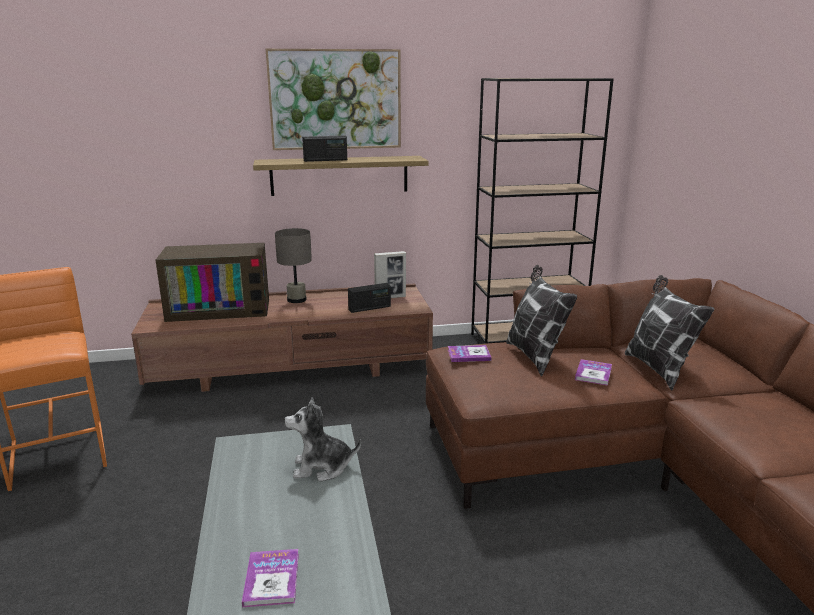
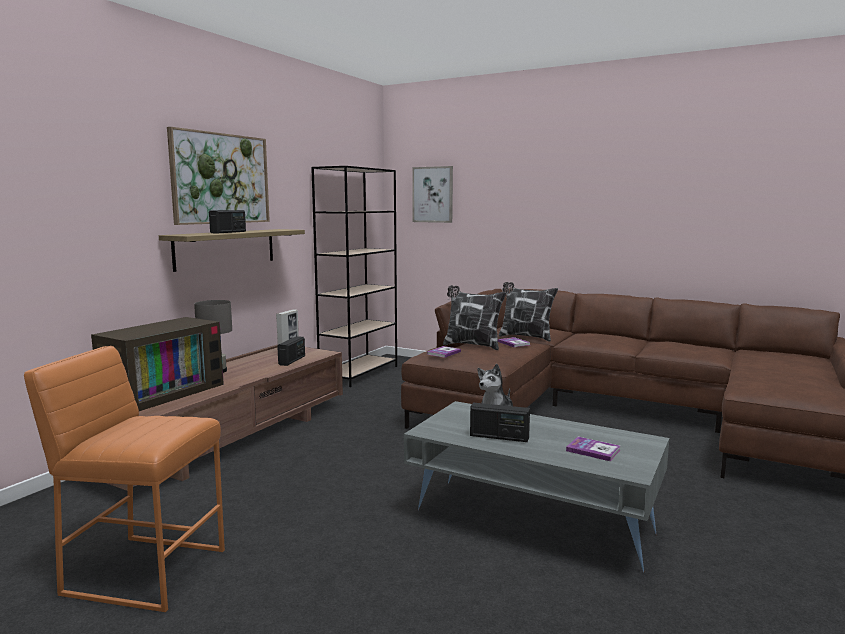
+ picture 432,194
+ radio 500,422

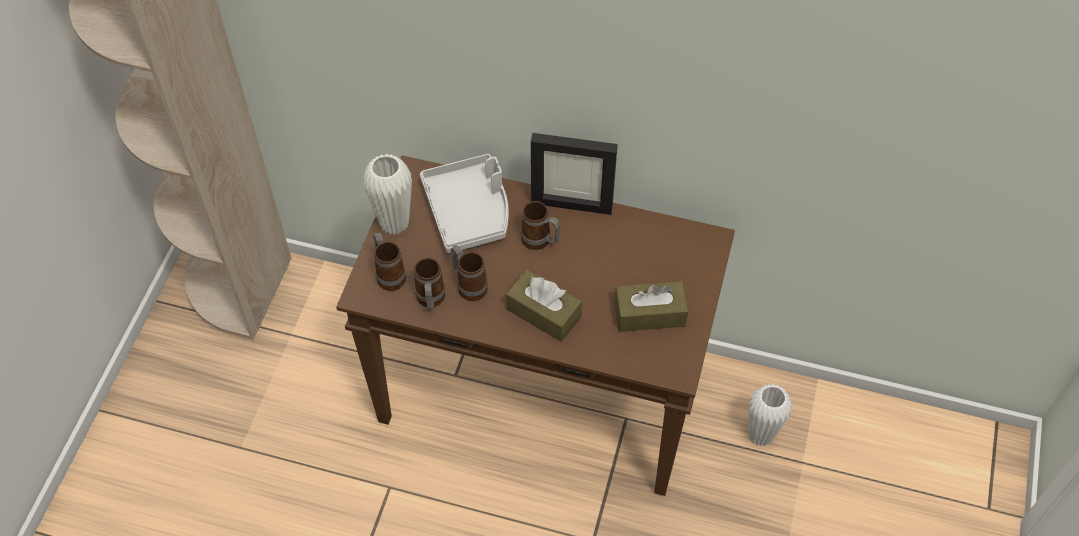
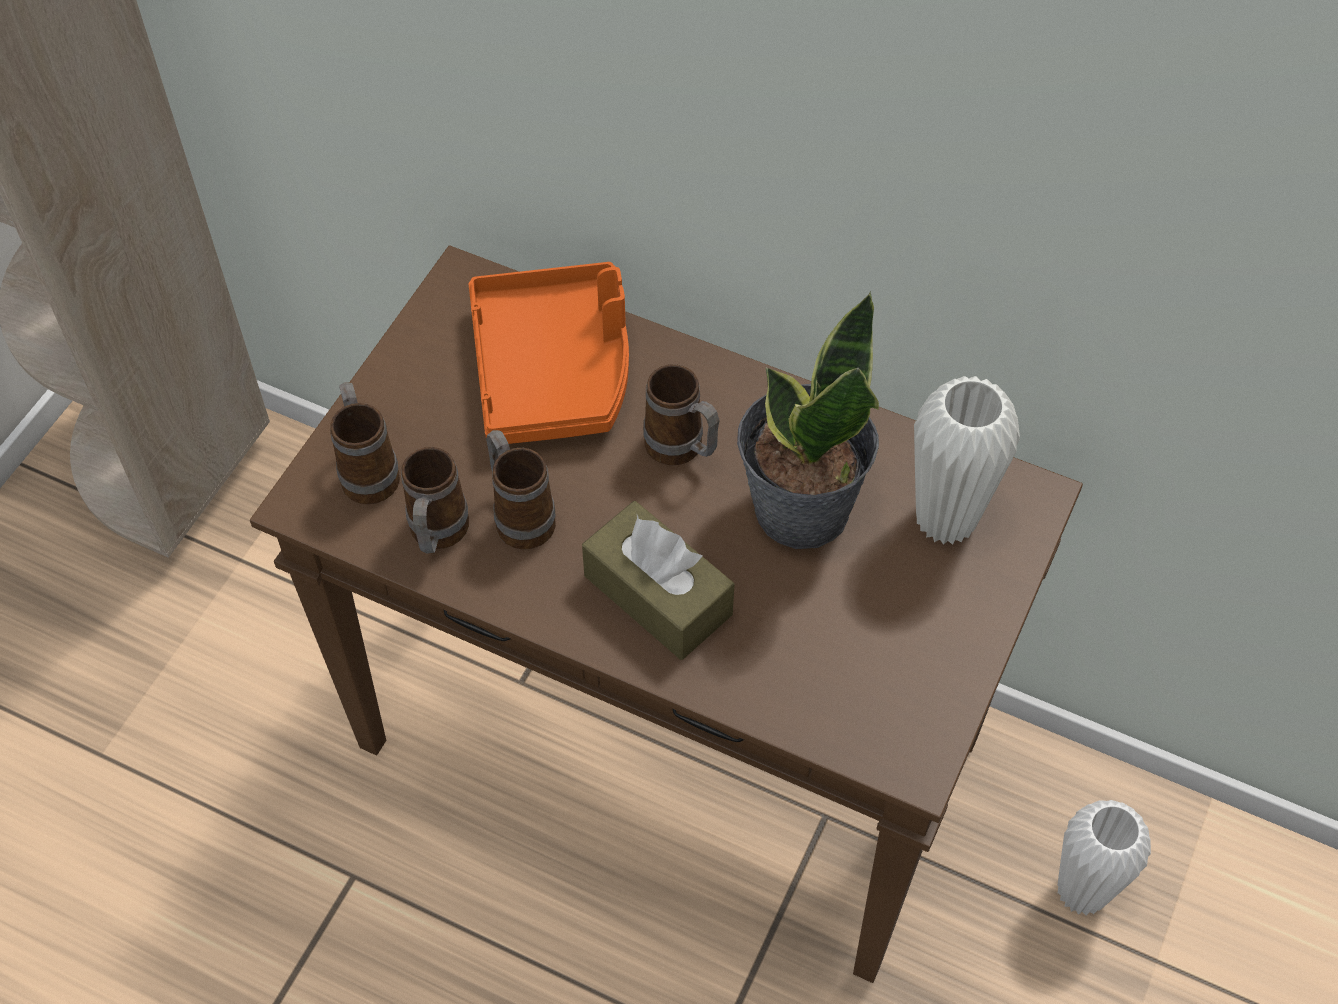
~ grey tray 464,203 to orange tray 549,353
+ potted plant 808,420
~ white vase 387,194 to 967,460
- picture frame 574,174
- brown tissue box 651,306

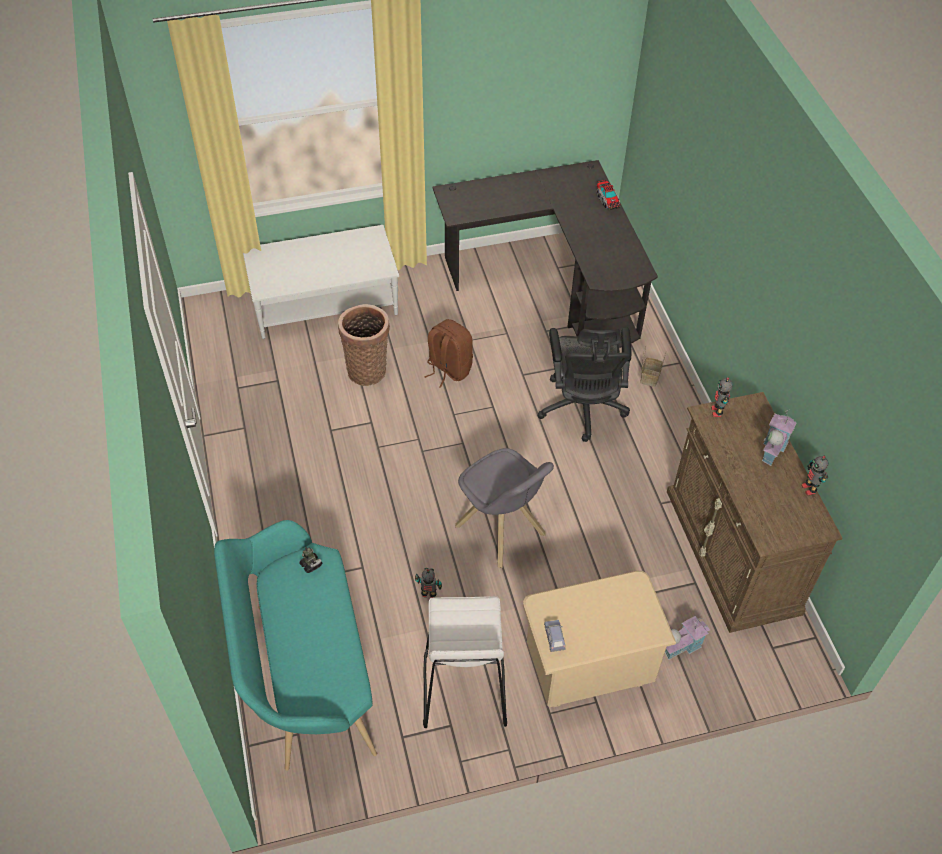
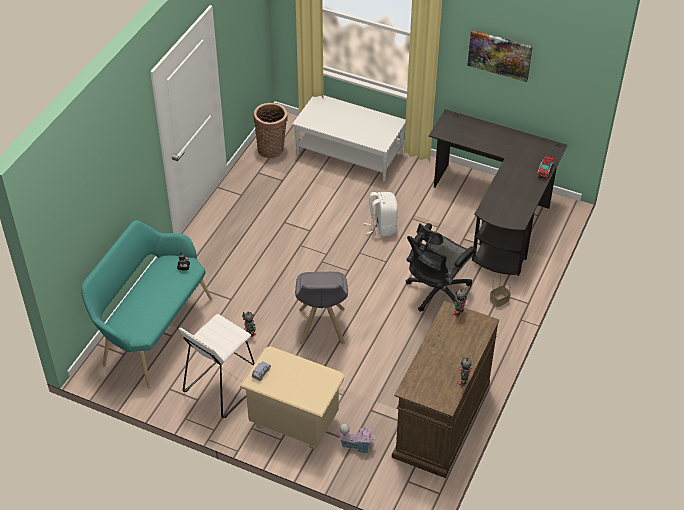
~ basket 364,345 to 270,130
~ brown backpack 448,353 to white backpack 381,214
+ picture 500,56
- toy house 779,438

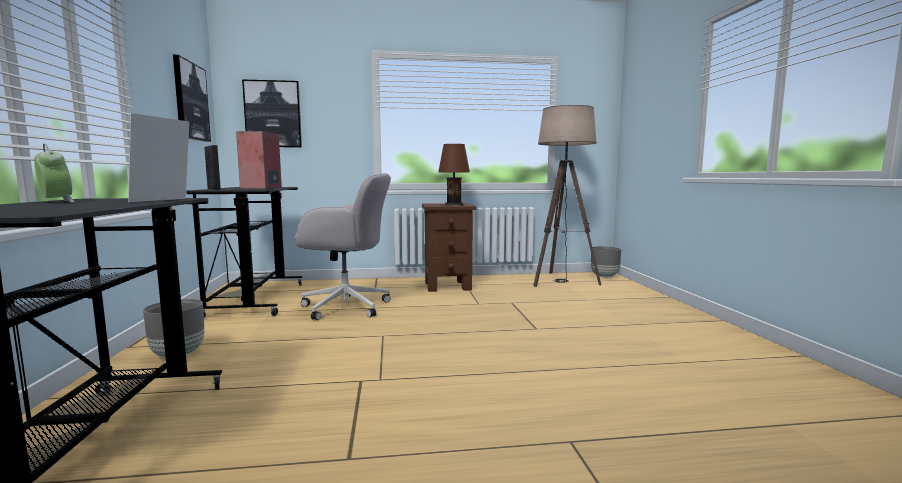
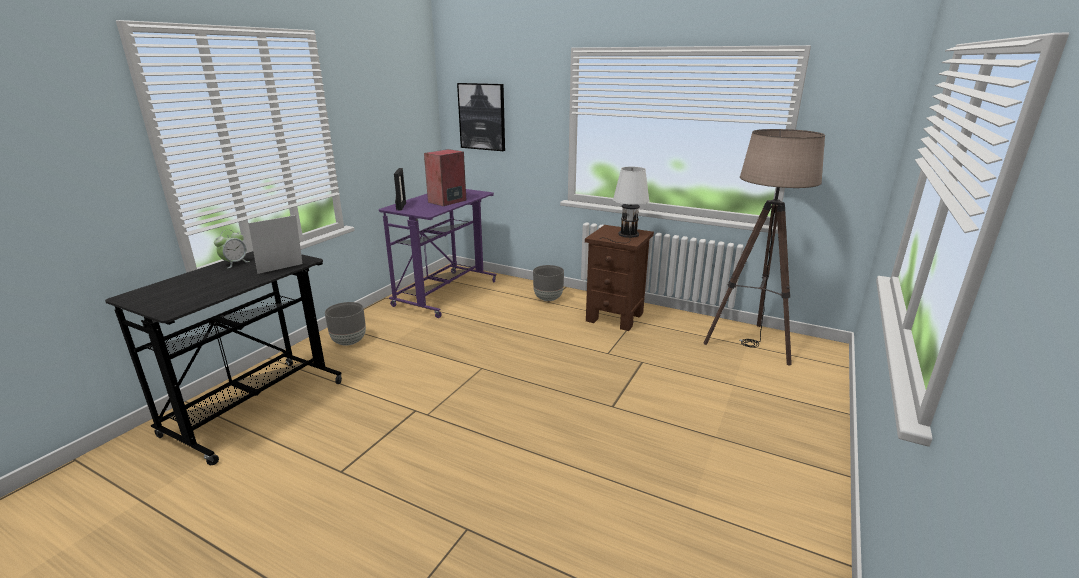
~ alarm clock 54,173 = 232,249 45 degrees clockwise
~ black desk 244,252 to purple desk 438,253
~ grey planter 606,261 to 548,283
~ brown table lamp 454,175 to white table lamp 625,205
- picture 192,98
- grey office chair 342,246

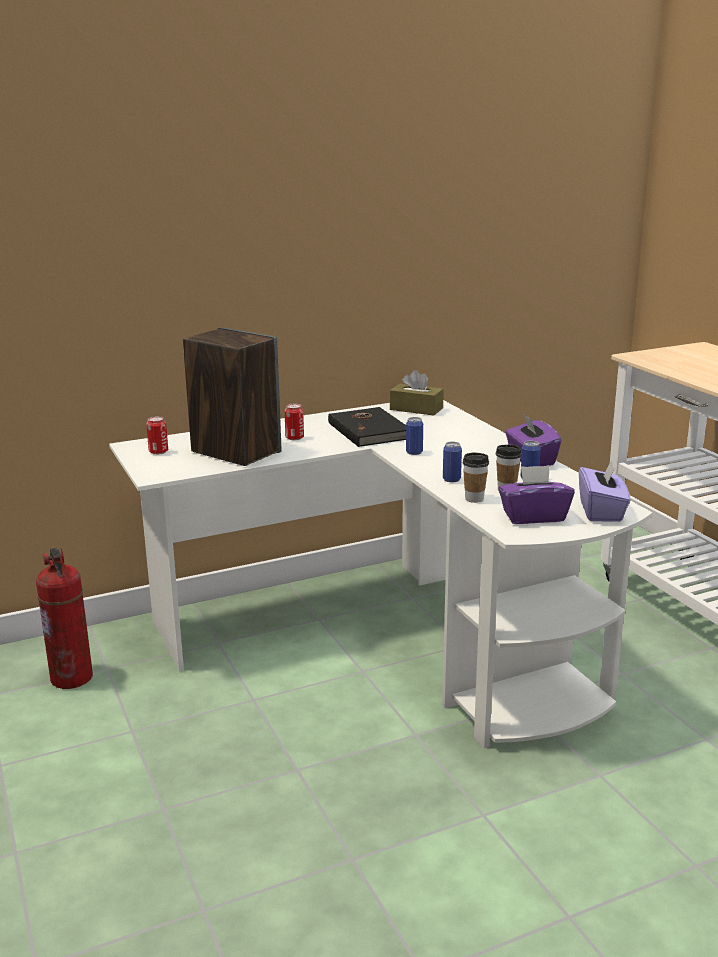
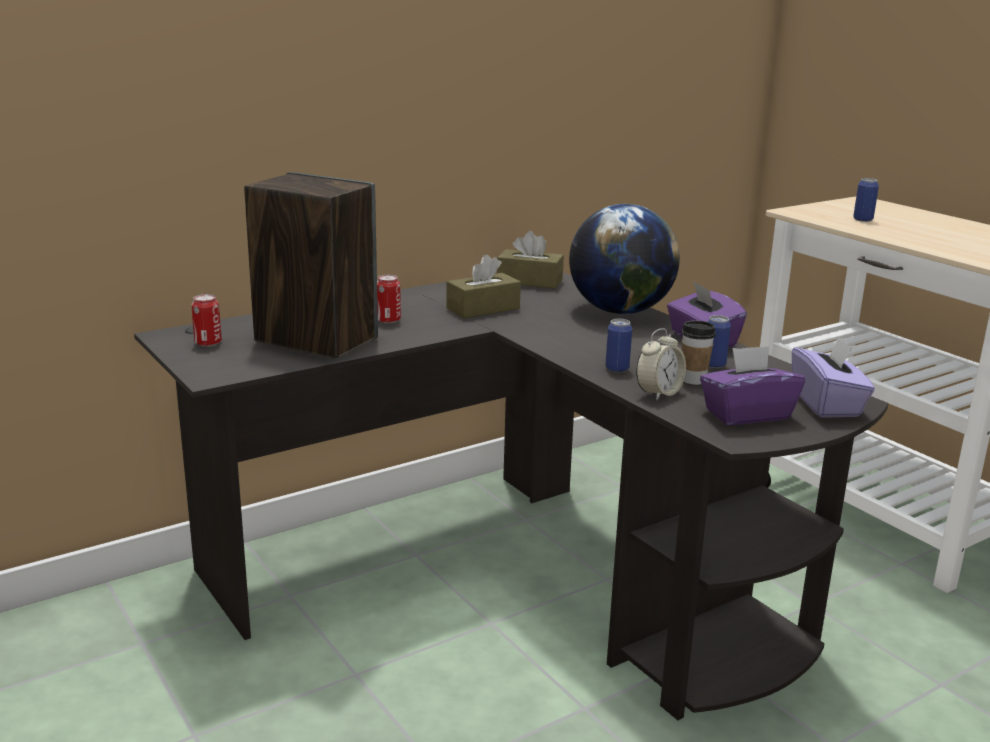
~ white desk 381,574 to black desk 511,496
~ black book 367,427 to brown tissue box 483,286
+ globe 624,259
~ cup 475,478 to alarm clock 661,364
~ can 414,436 to 866,200
- fire extinguisher 64,618

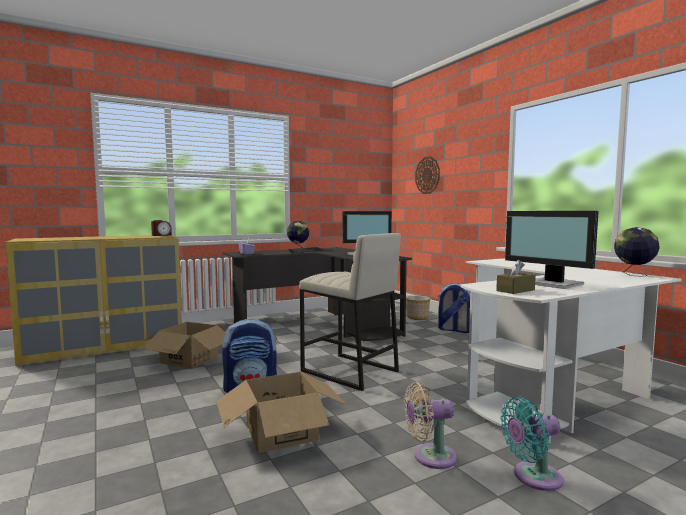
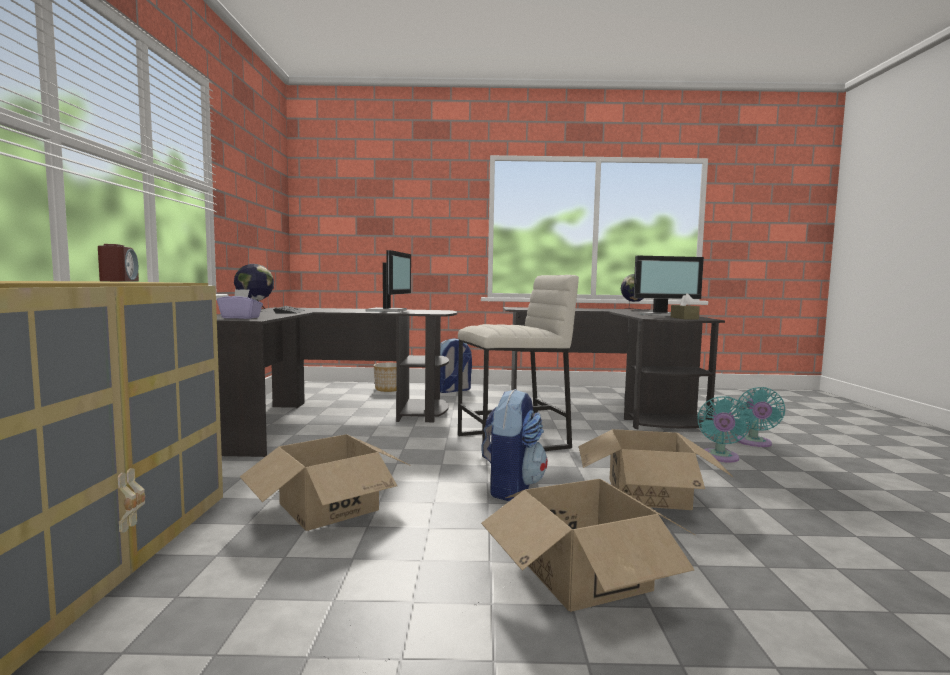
+ cardboard box 588,545
~ white desk 570,350 to black desk 614,368
~ beige fan 430,425 to turquoise fan 724,429
- wall clock 427,175

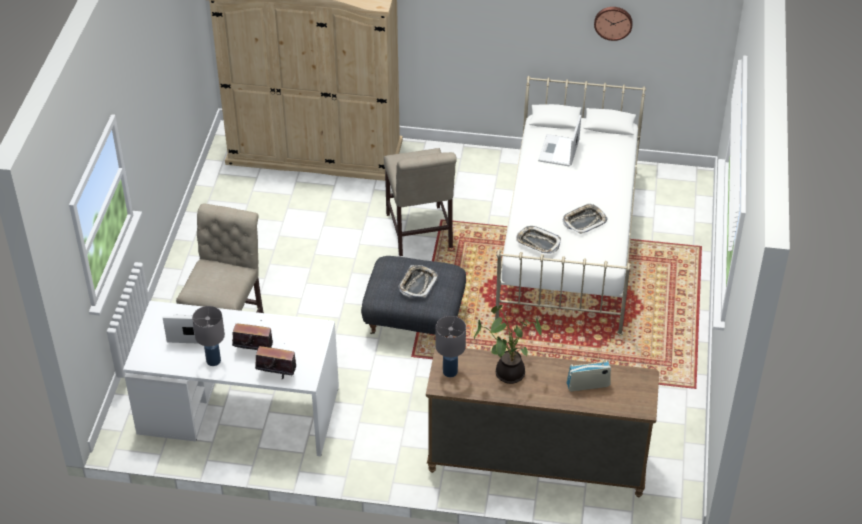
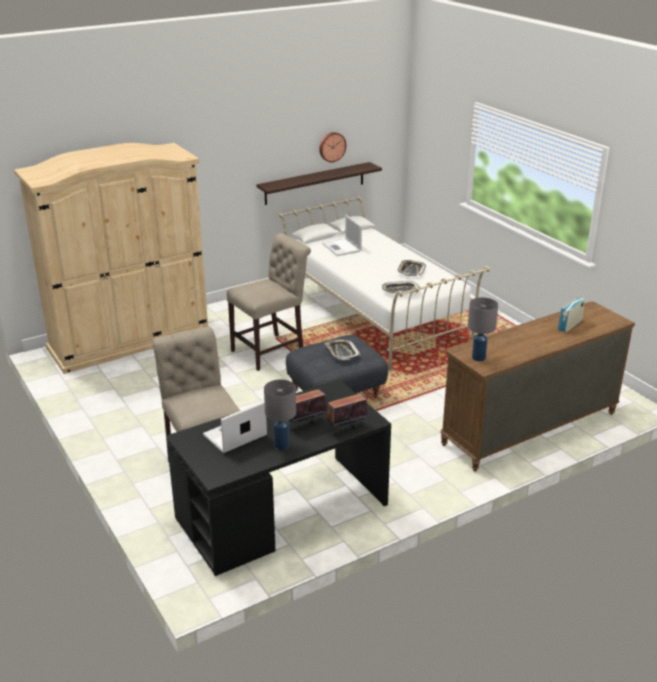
~ white desk 231,378 to black desk 278,477
~ beige chair 420,202 = 269,302 75 degrees counterclockwise
+ shelf 319,183
- potted plant 508,344

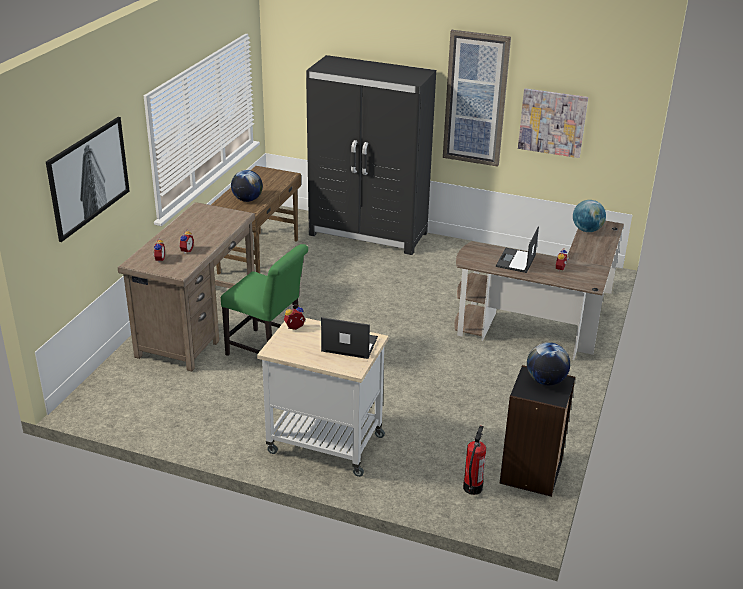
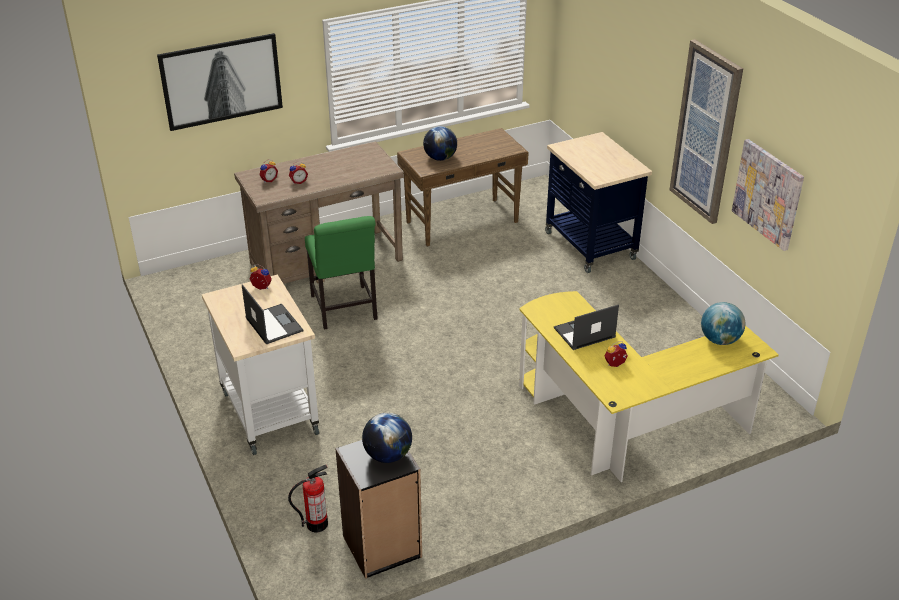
~ brown desk 539,290 to yellow desk 649,386
~ black cabinet 371,155 to blue cart 598,202

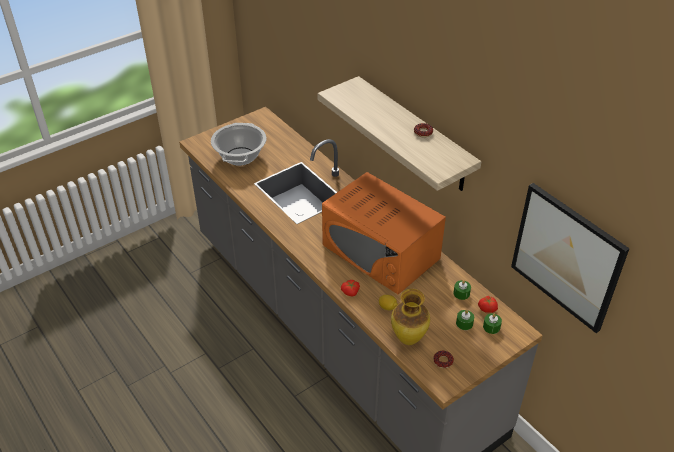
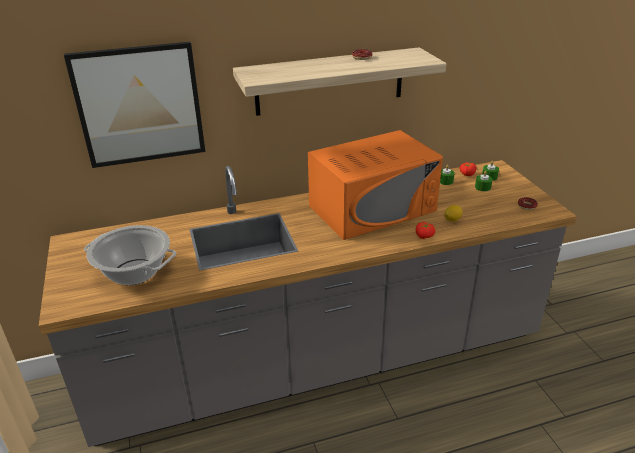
~ picture 570,258 to 134,105
- vase 410,317

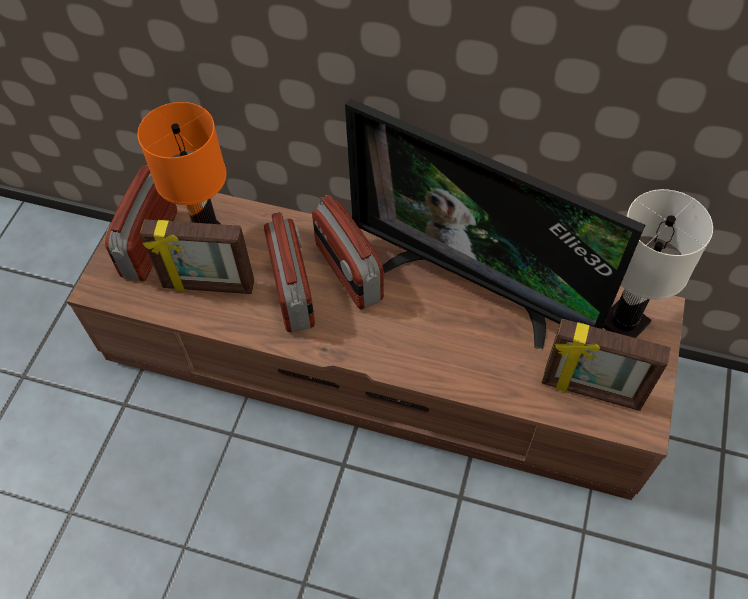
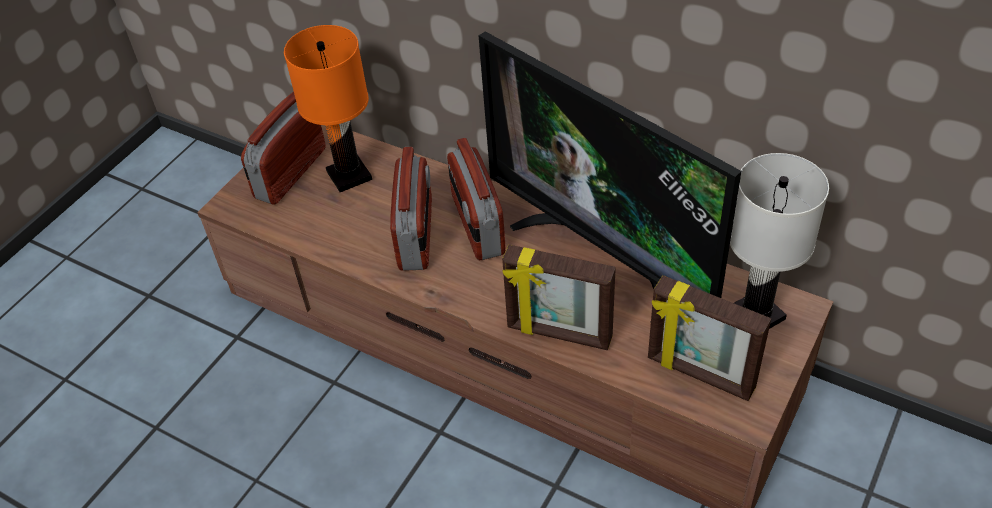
~ picture frame 197,256 to 559,297

